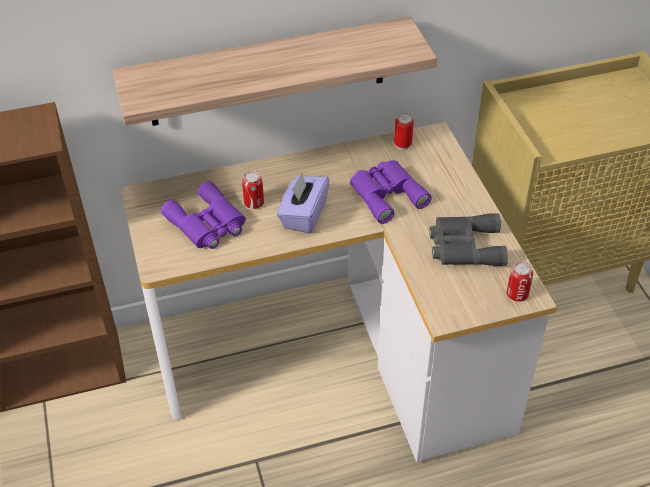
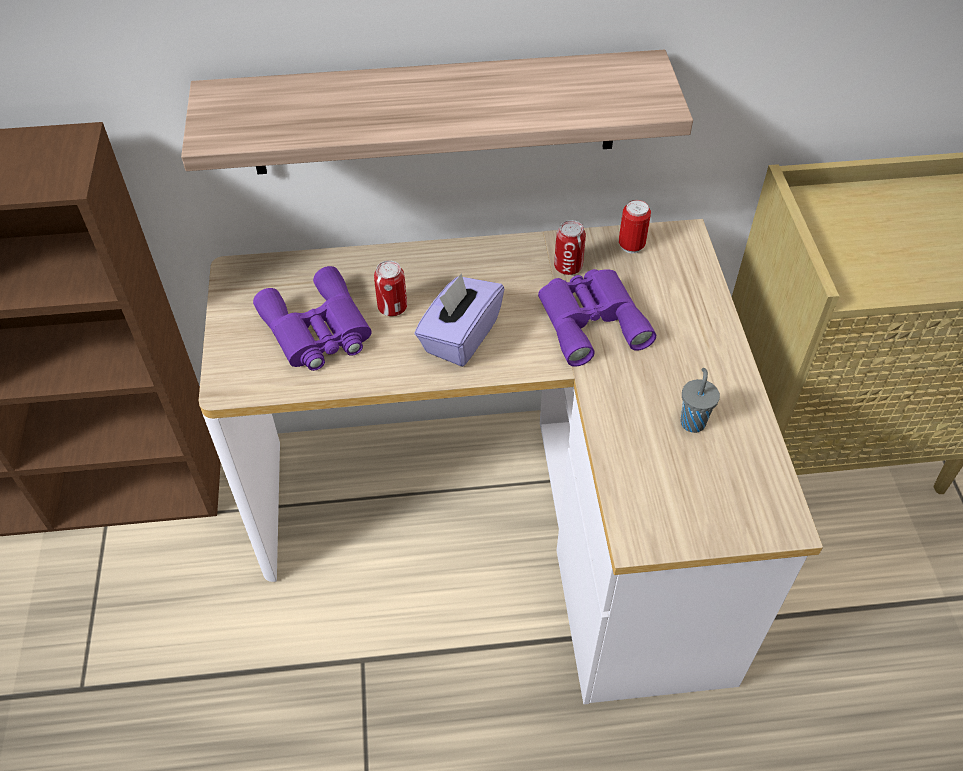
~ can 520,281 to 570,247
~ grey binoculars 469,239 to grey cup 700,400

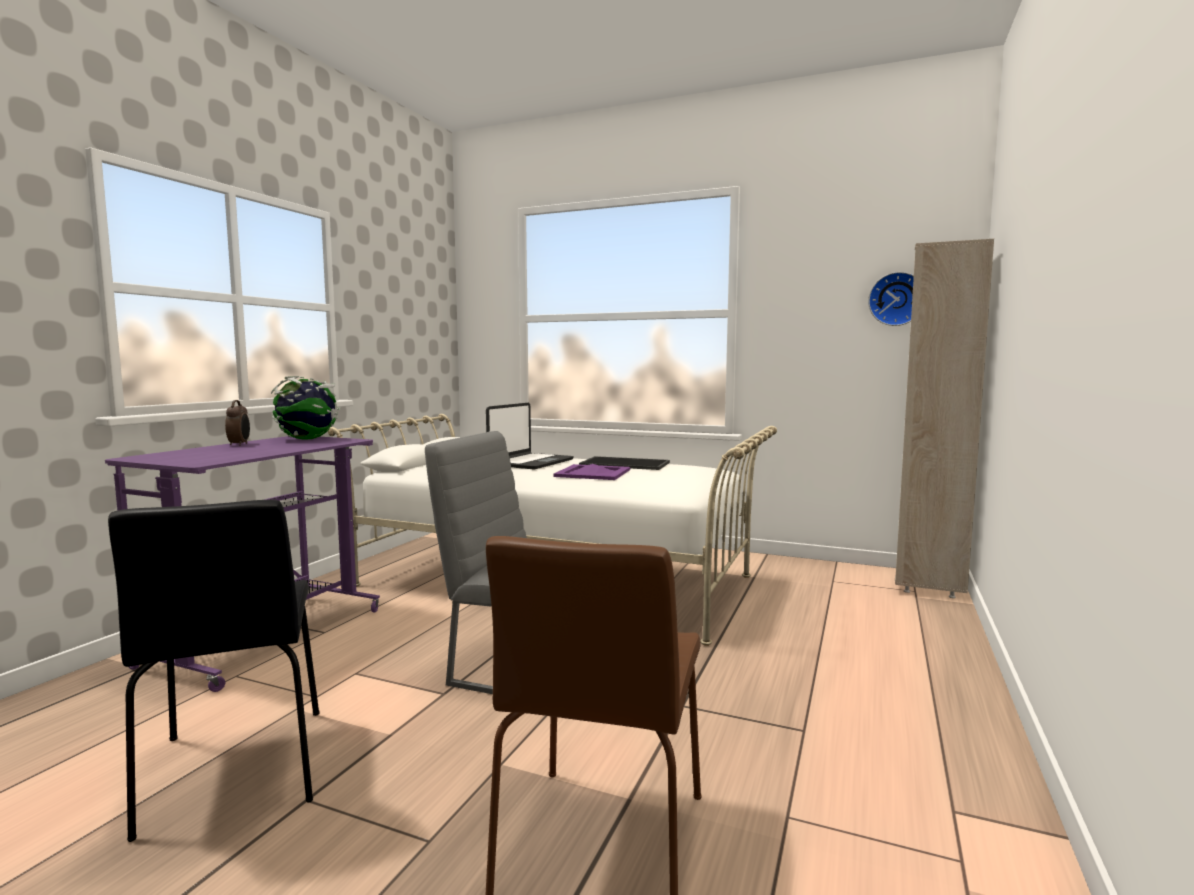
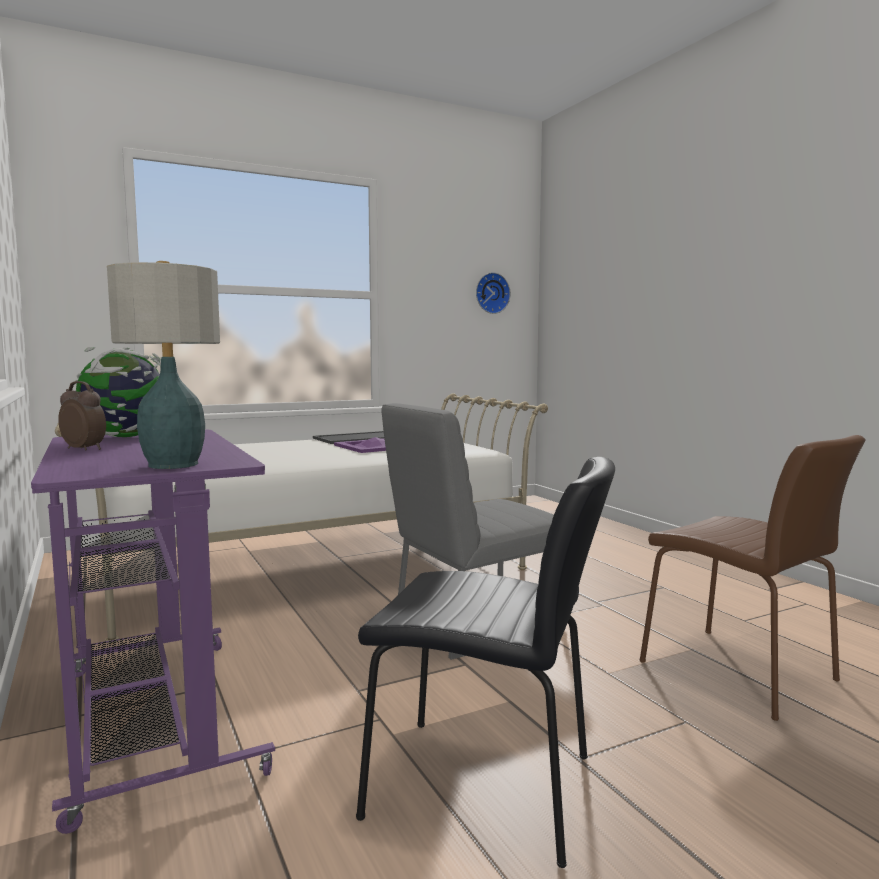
+ table lamp 163,365
- laptop 530,436
- beige bookcase 944,418

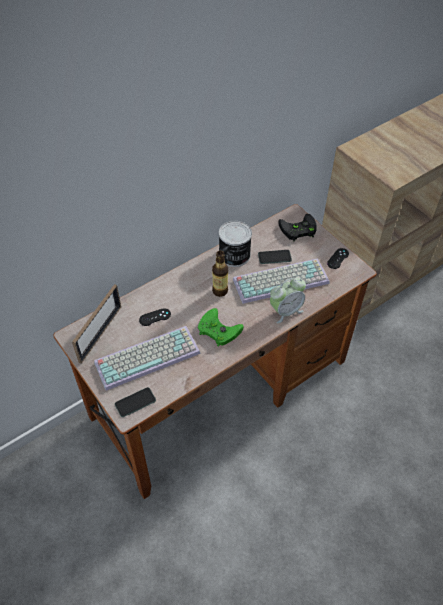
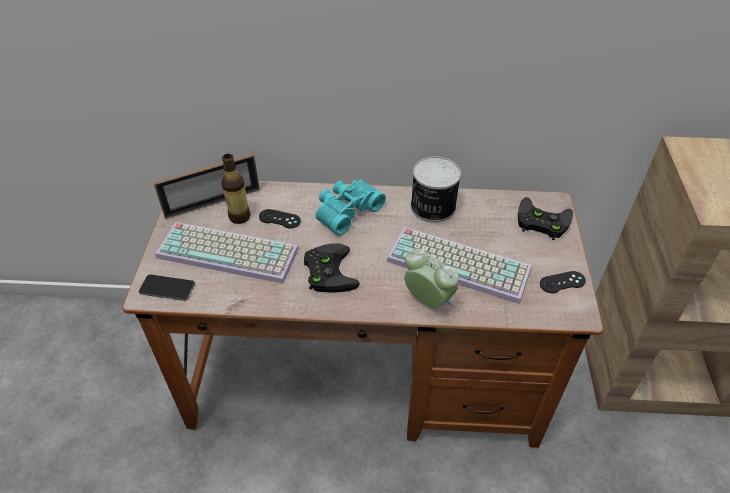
~ bottle 220,274 to 236,189
~ green game controller 221,327 to black game controller 332,268
+ turquoise binoculars 350,207
~ alarm clock 288,301 = 431,278 150 degrees counterclockwise
- phone 275,257

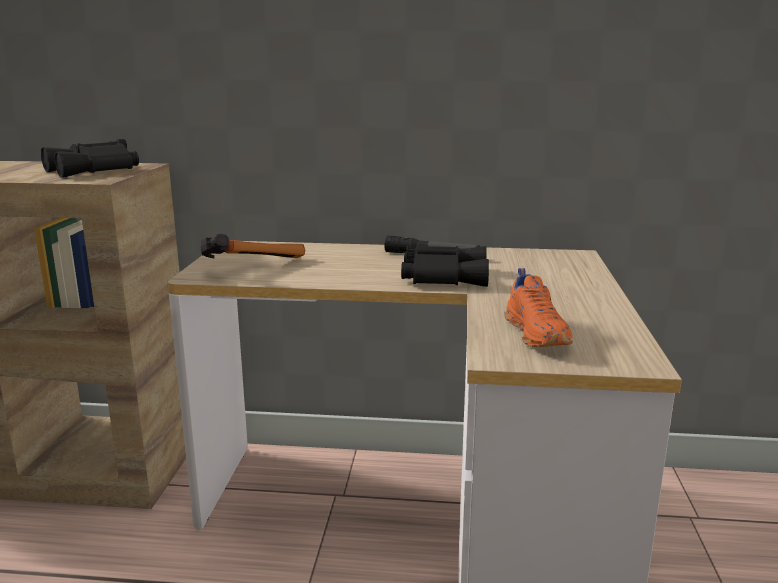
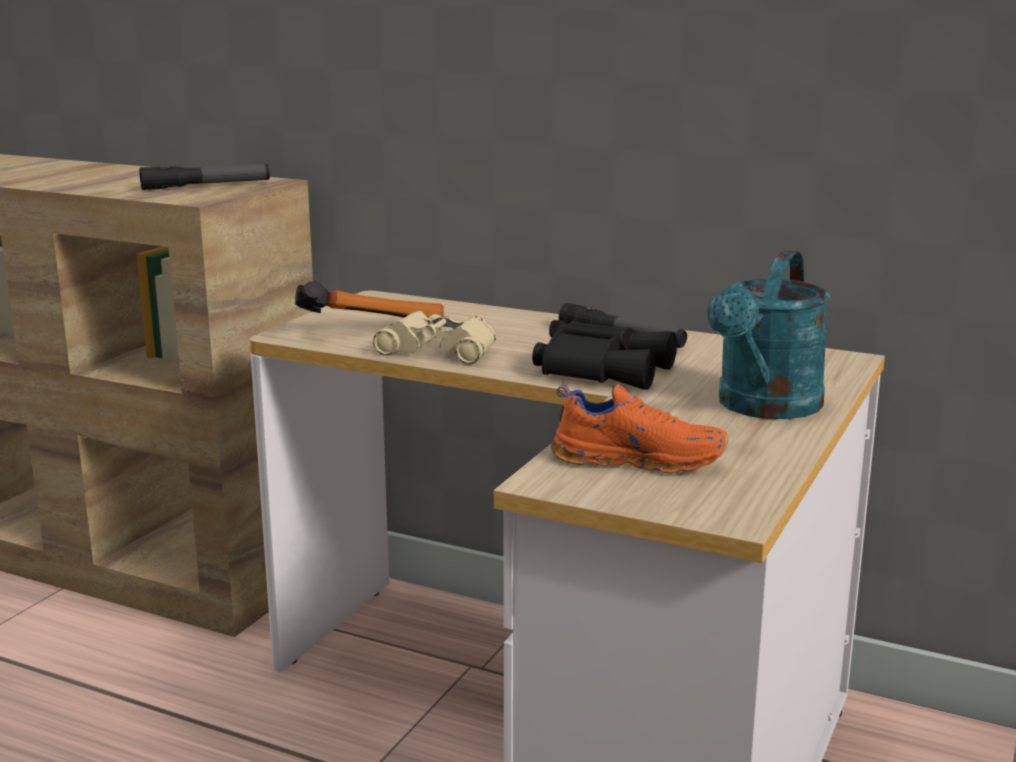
~ black binoculars 90,158 to flashlight 204,177
+ beige binoculars 434,337
~ orange shoe 538,307 = 639,429 90 degrees counterclockwise
+ turquoise watering can 769,334

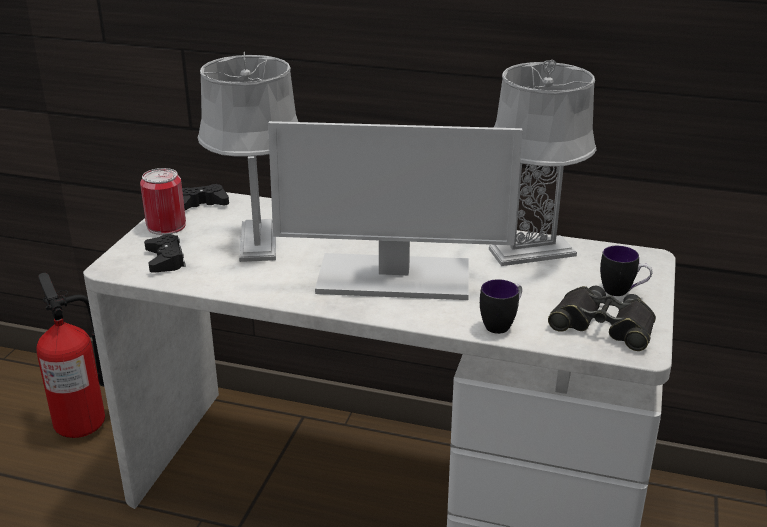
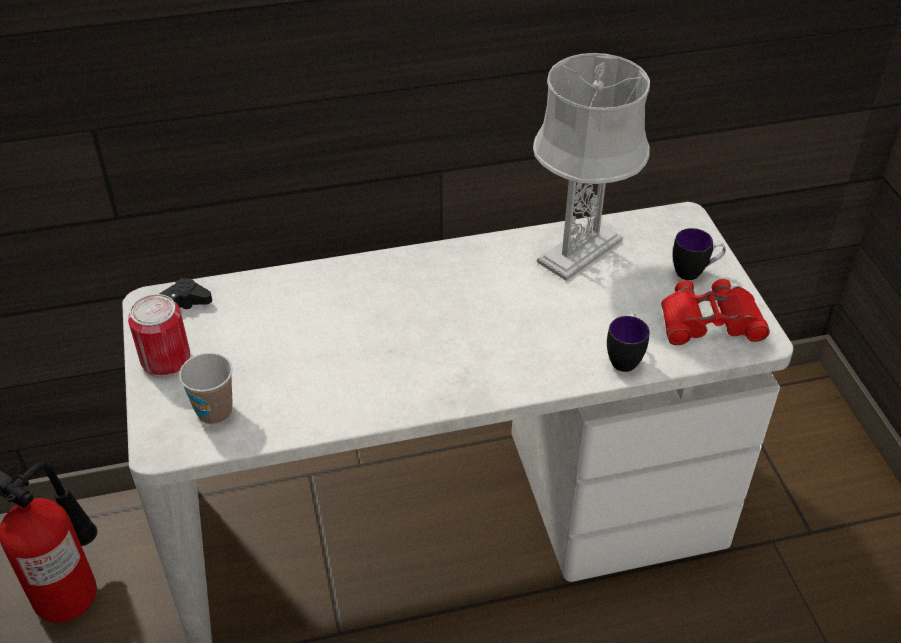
~ black game controller 165,253 to cup 206,388
~ black binoculars 602,318 to red binoculars 715,312
- grey table lamp 248,157
- monitor 395,210

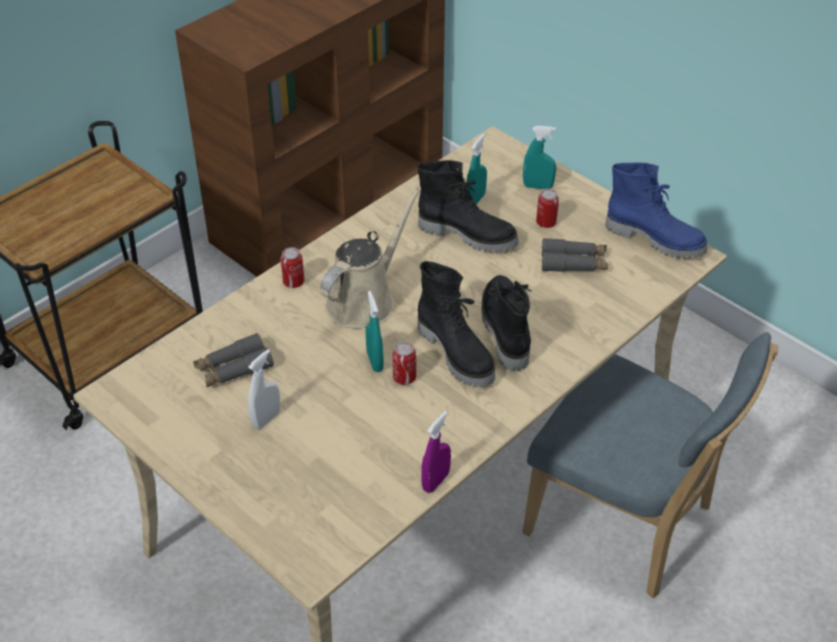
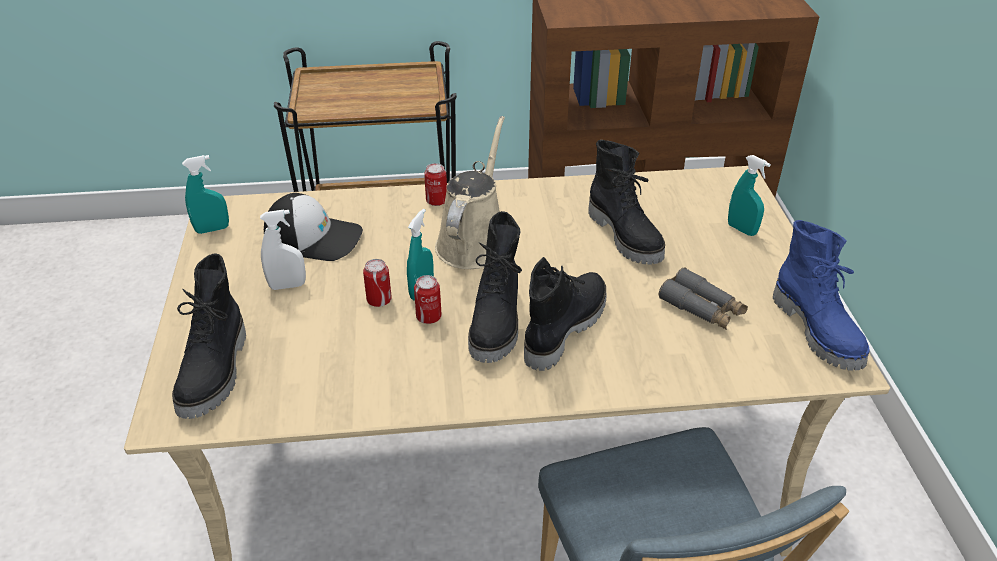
+ black boot 209,336
~ turquoise spray bottle 477,169 to 205,194
~ grey binoculars 233,360 to cap 313,227
~ can 547,208 to 377,283
~ beige watering can 370,258 = 470,192 60 degrees counterclockwise
- purple spray bottle 436,452

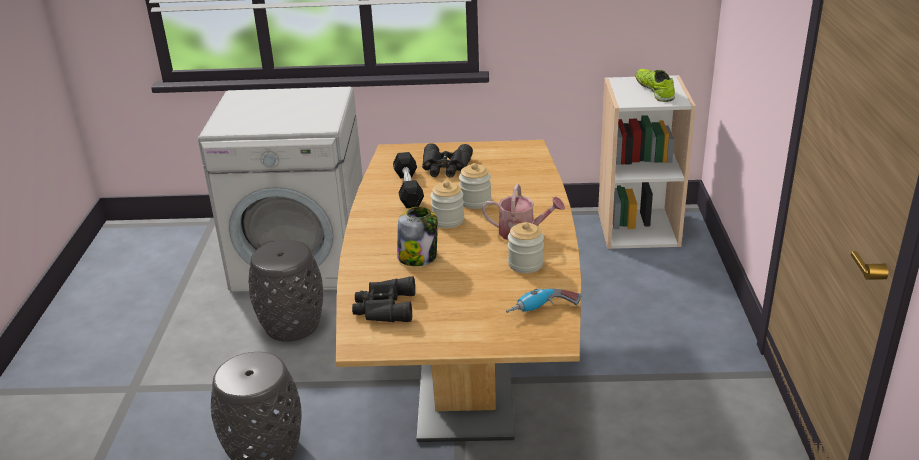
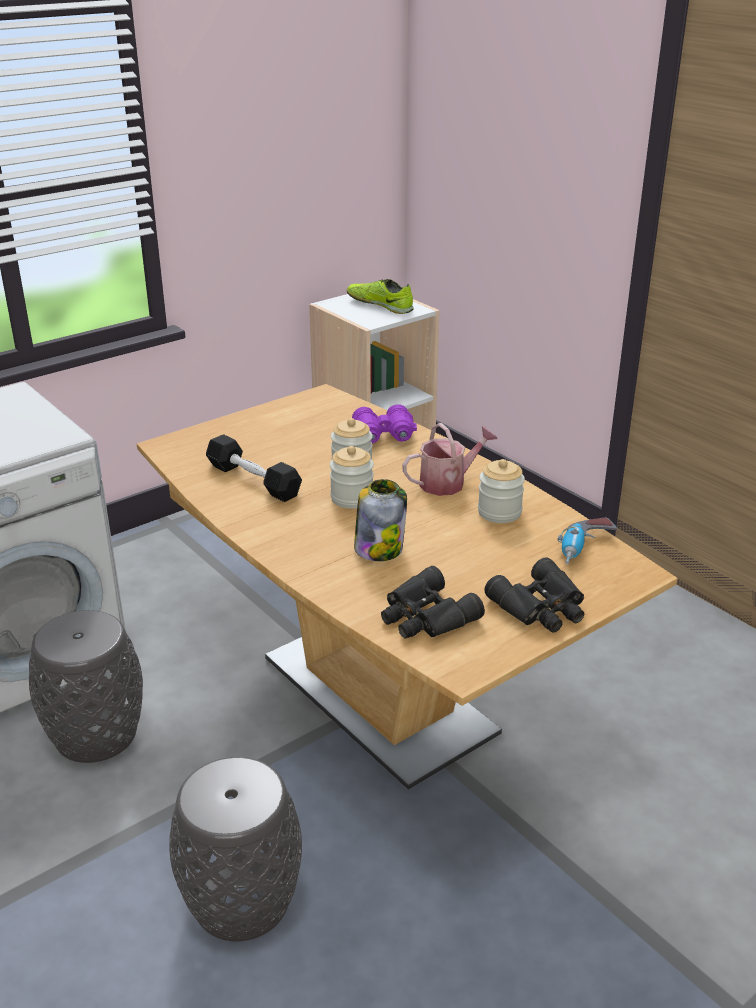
+ purple binoculars 384,424
~ black binoculars 447,160 to 534,595

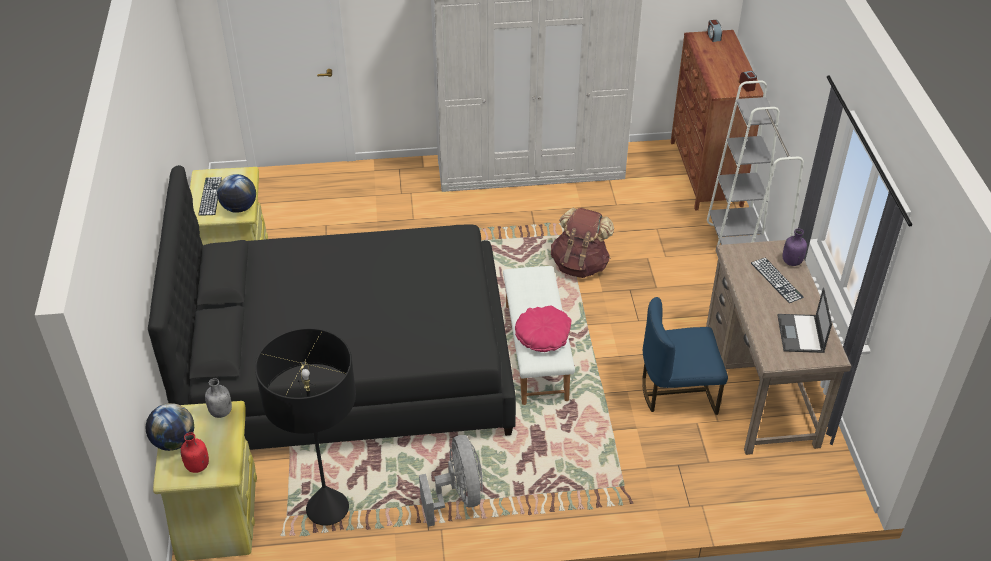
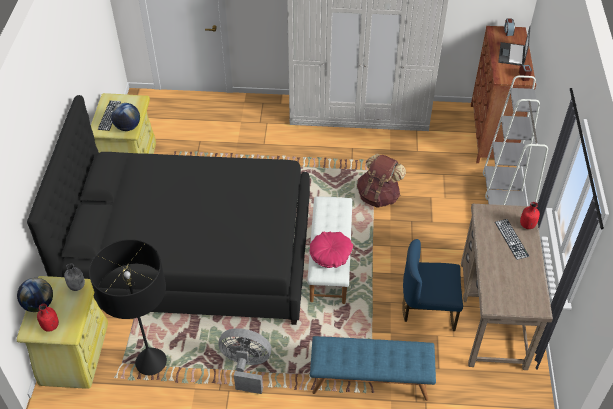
~ grey fan 451,481 = 244,361 75 degrees counterclockwise
+ blue bench 373,368
~ laptop 804,320 to 514,46
~ purple bottle 795,247 to red bottle 530,215

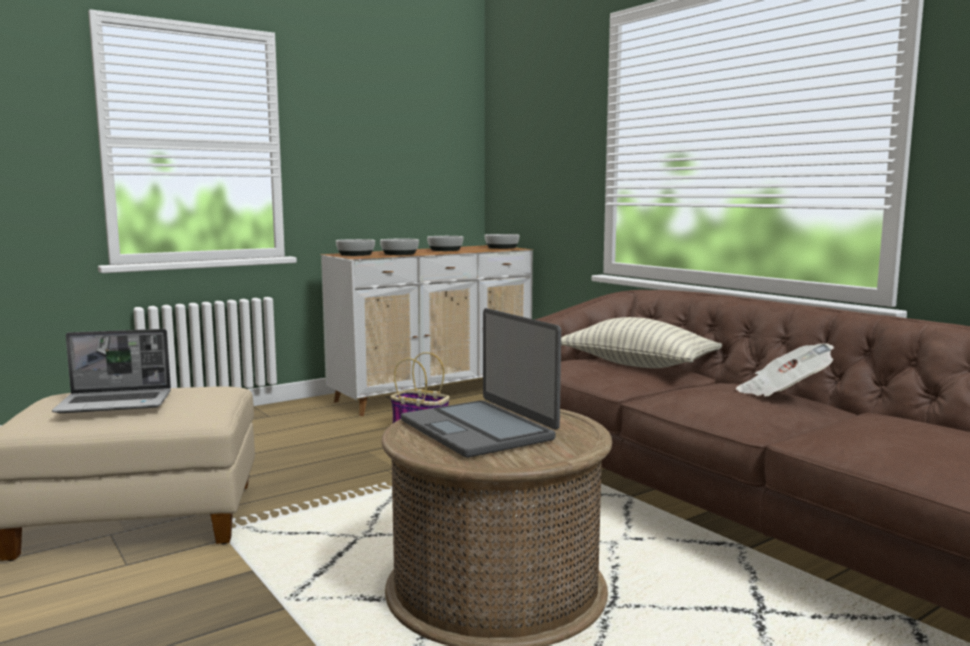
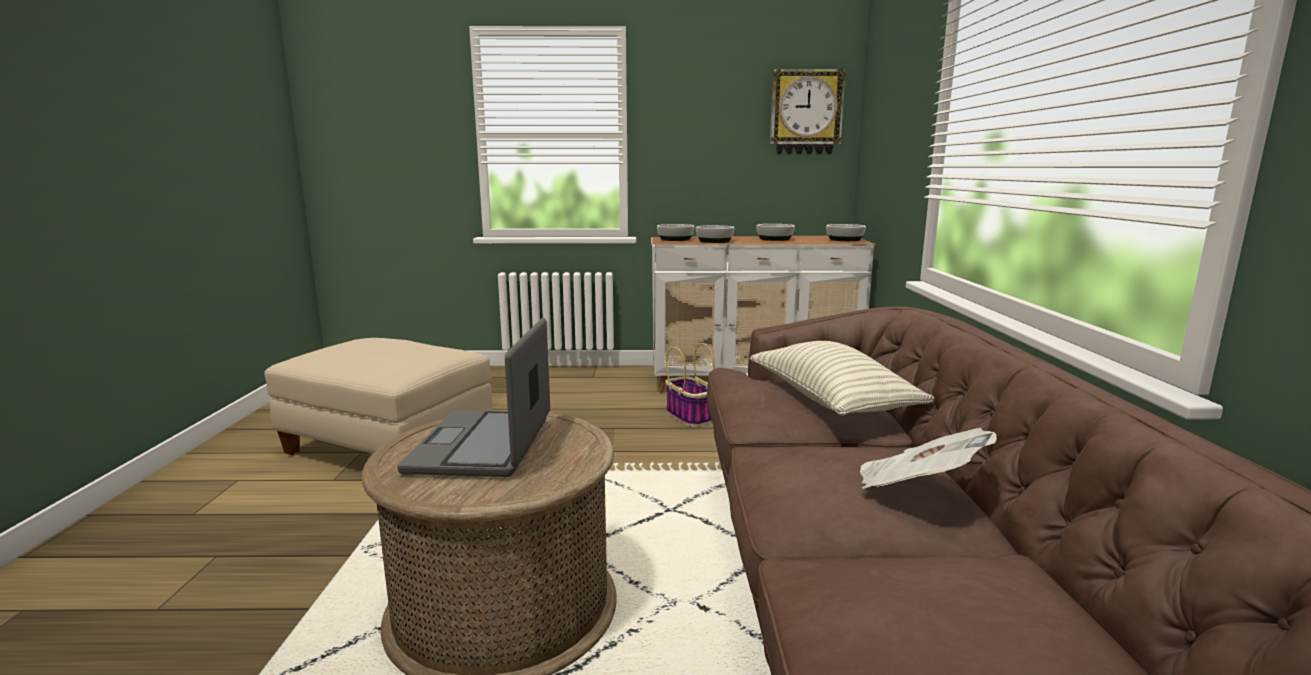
+ wall clock 808,111
- laptop 111,371

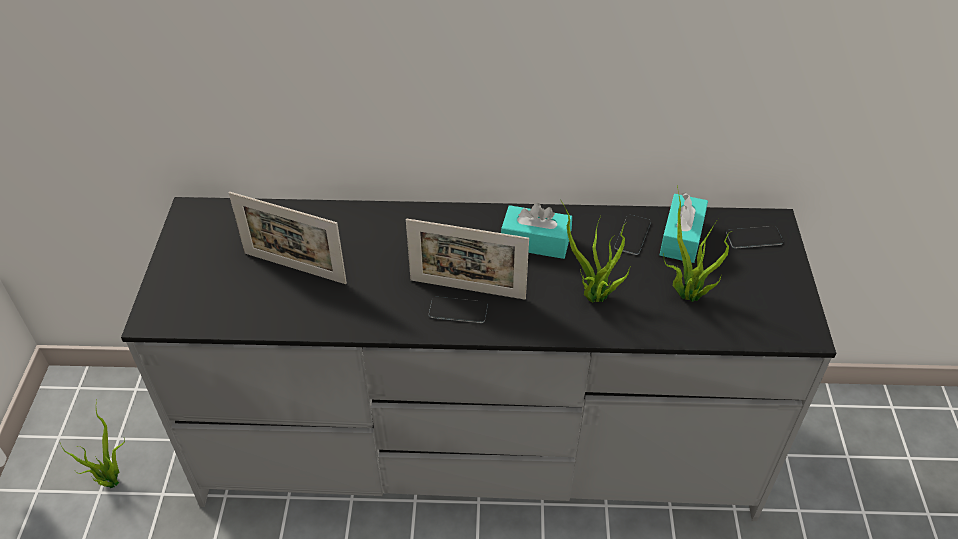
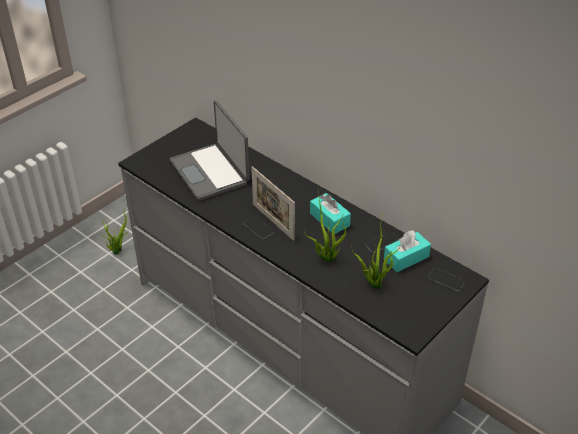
~ picture frame 288,238 to laptop 210,150

